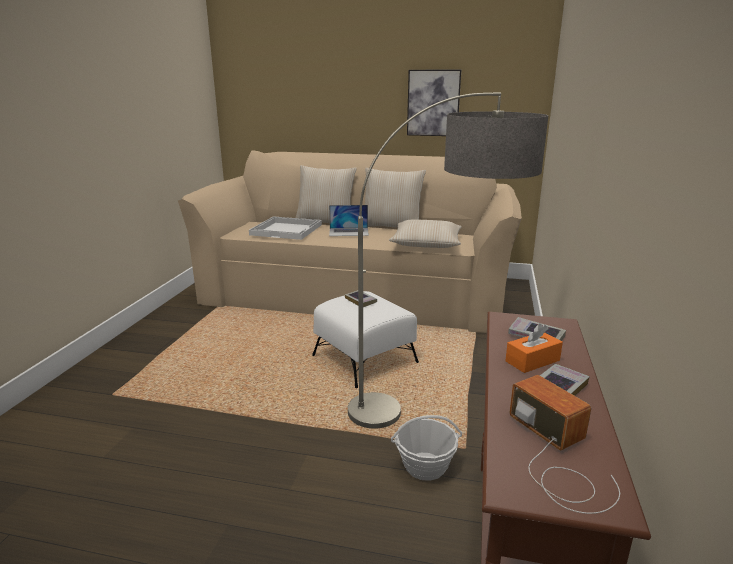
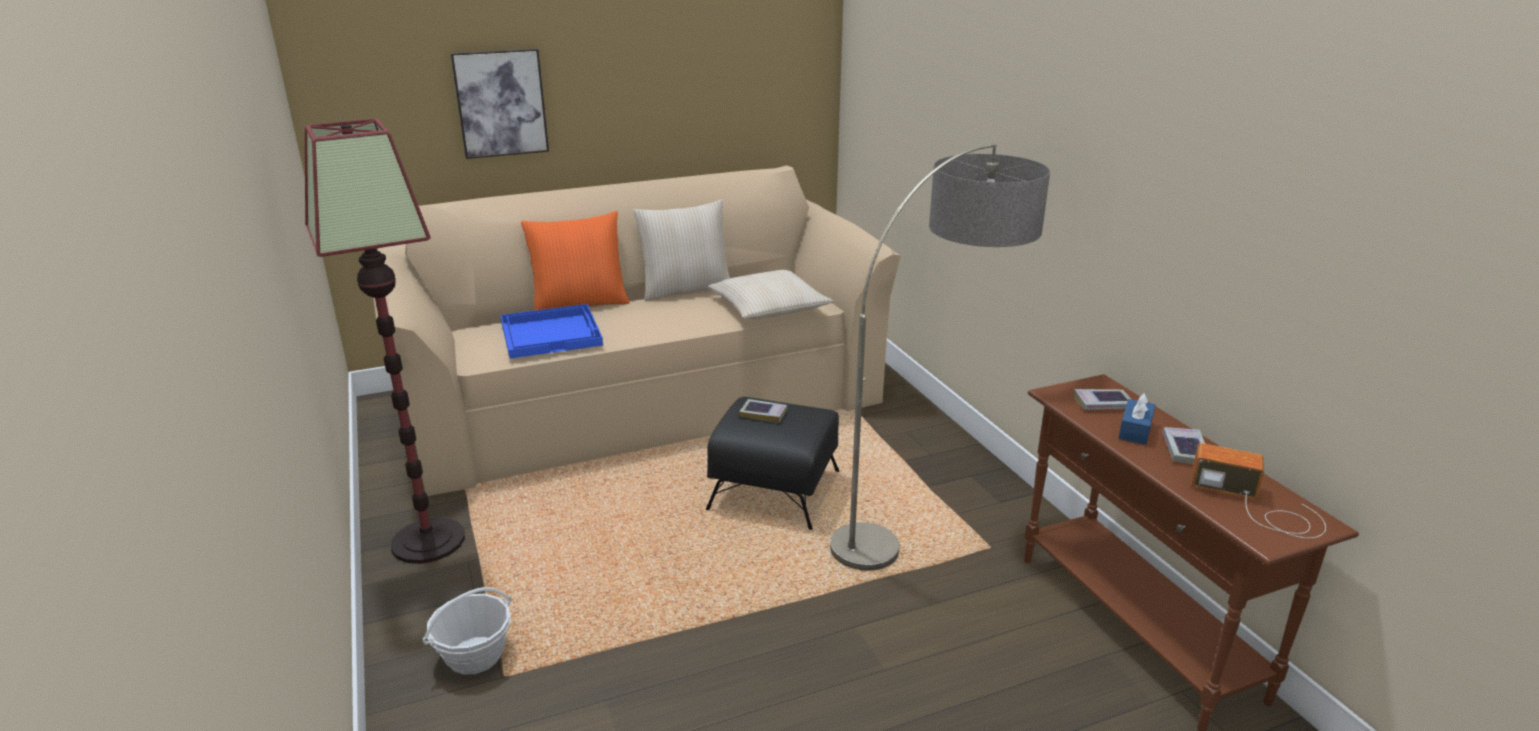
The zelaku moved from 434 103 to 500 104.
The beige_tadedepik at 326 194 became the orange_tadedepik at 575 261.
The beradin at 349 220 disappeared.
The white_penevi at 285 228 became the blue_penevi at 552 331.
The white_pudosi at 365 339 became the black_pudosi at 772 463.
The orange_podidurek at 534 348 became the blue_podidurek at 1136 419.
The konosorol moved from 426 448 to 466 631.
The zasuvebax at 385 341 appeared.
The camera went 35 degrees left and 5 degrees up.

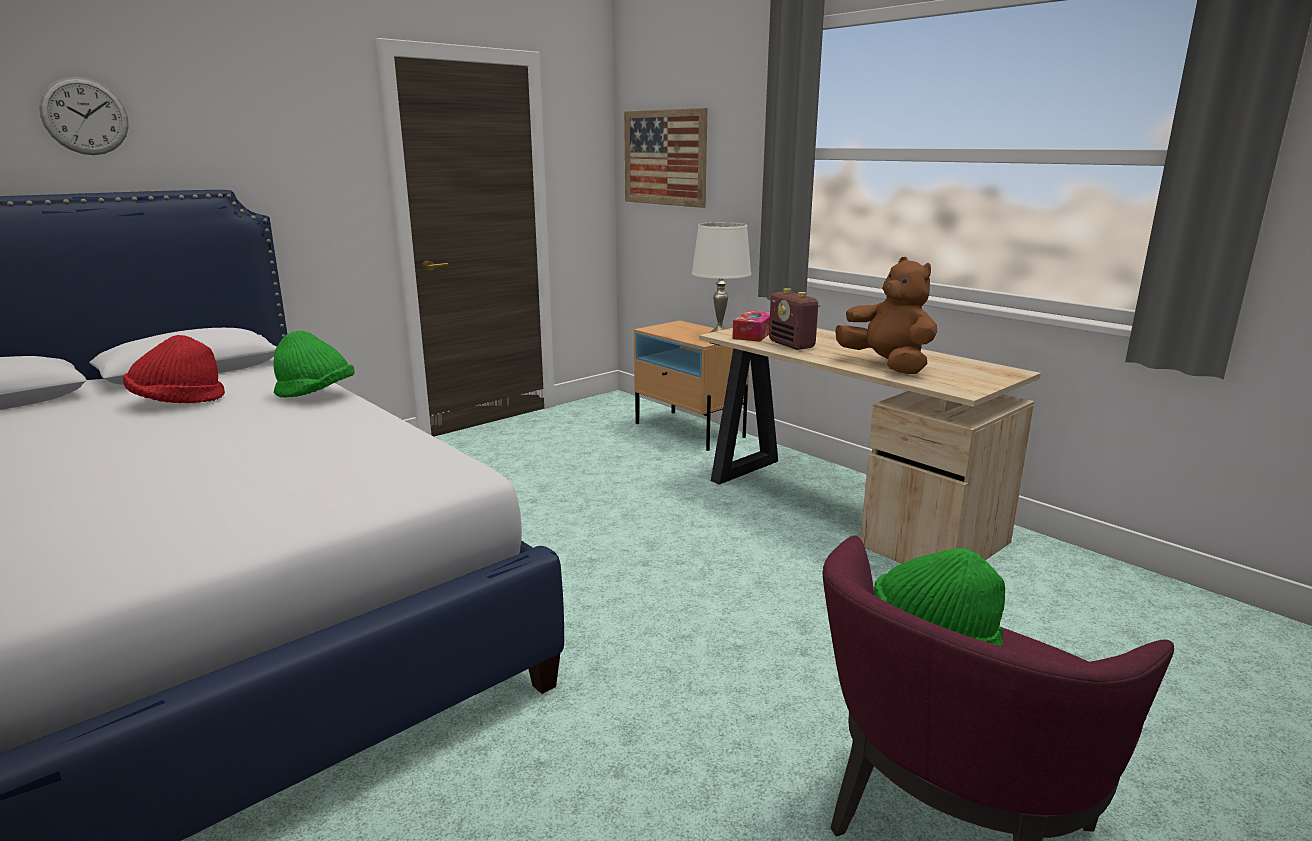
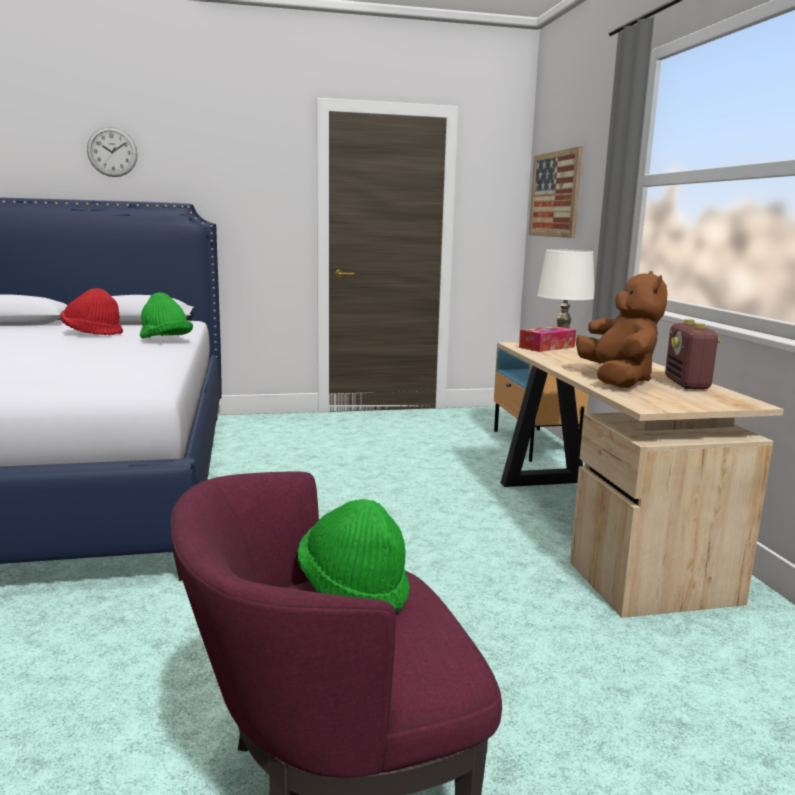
The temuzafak moved from 794 319 to 693 354.
The camera went 30 degrees right and 5 degrees down.

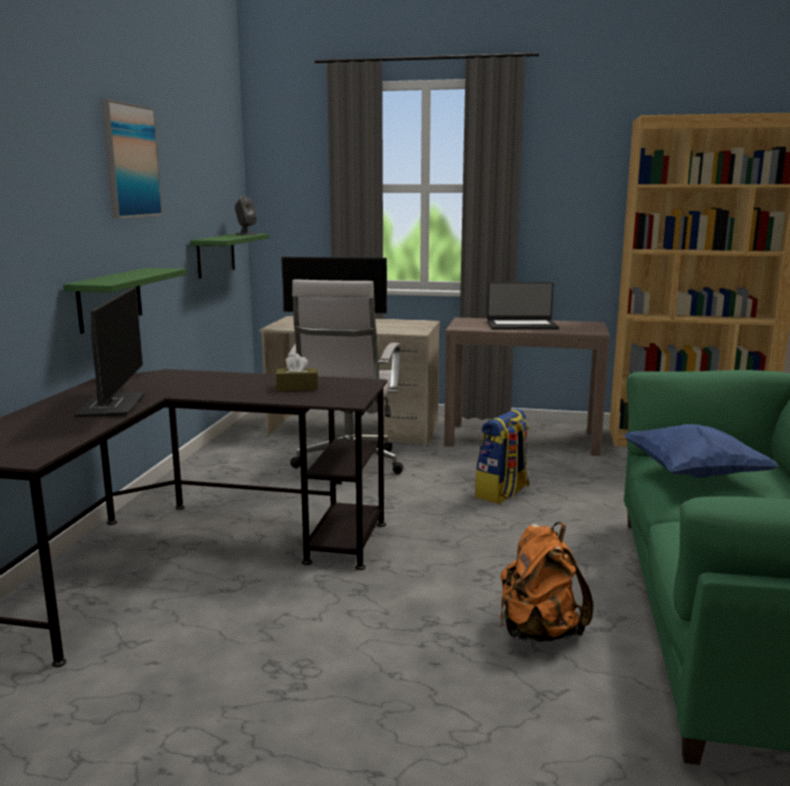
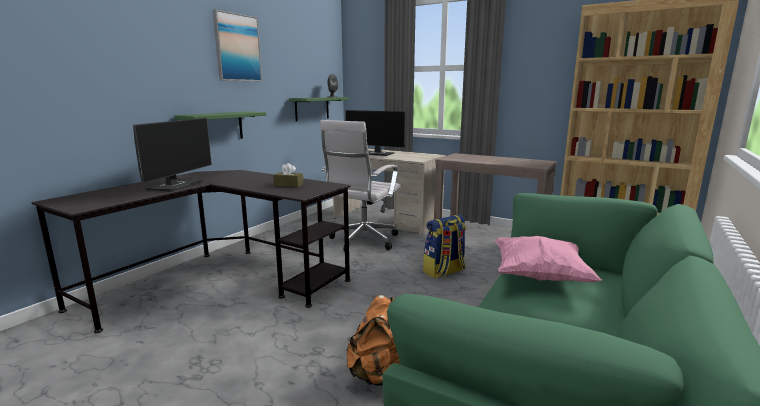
The beradin at 523 306 disappeared.
The blue_tadedepik at 701 451 became the pink_tadedepik at 548 259.
The camera went 20 degrees right and 0 degrees up.

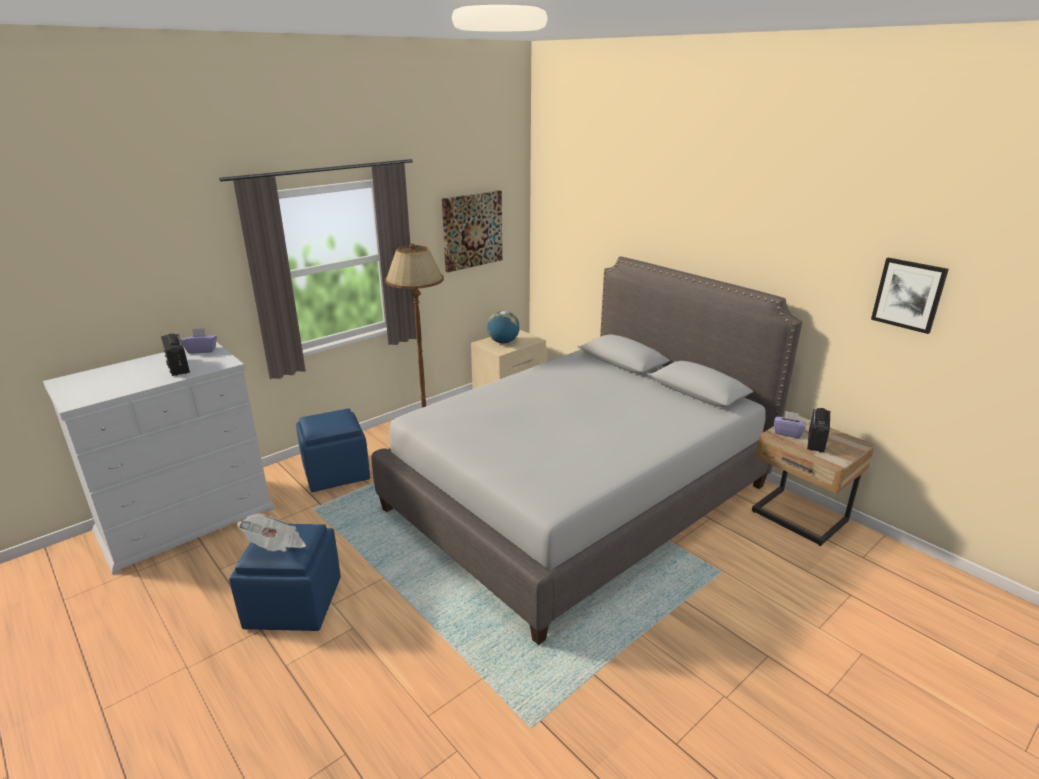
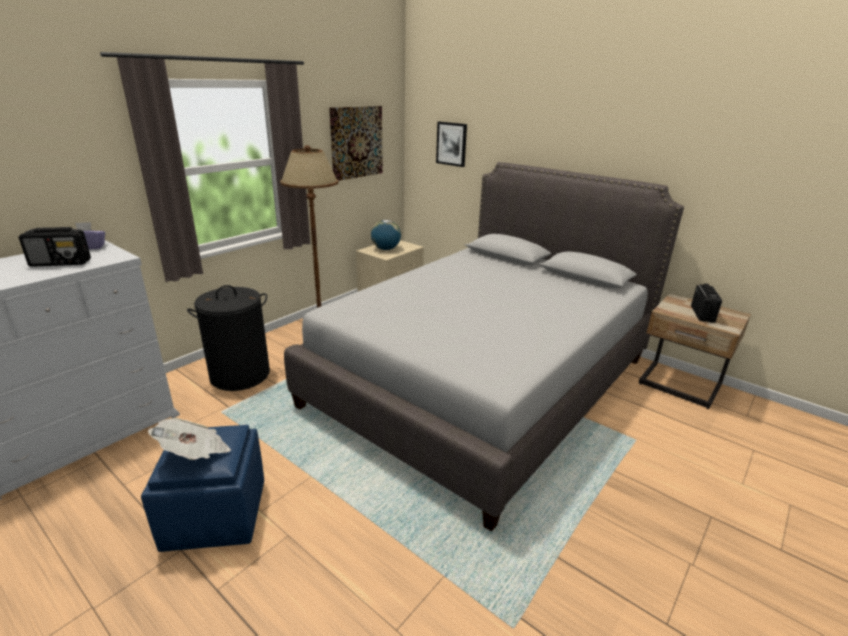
The zelaku moved from 910 296 to 451 144.
The temuzafak at 175 354 turned 60 degrees counterclockwise.
The blue_pudosi at 333 450 was replaced by the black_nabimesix at 228 338.
The purple_podidurek at 790 424 disappeared.
The camera went 10 degrees left and 0 degrees up.

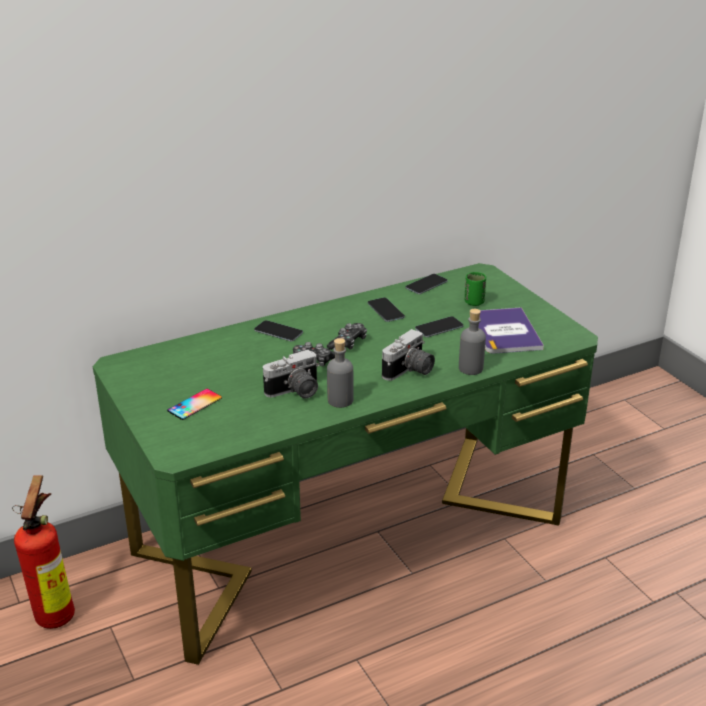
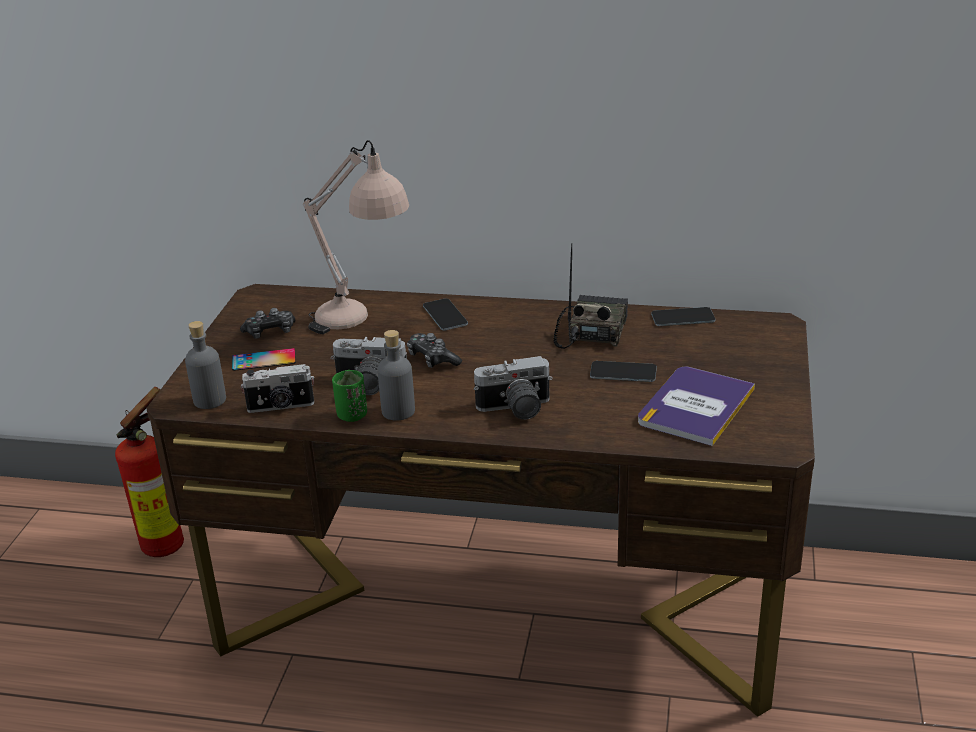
The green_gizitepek at 345 464 became the brown_gizitepek at 480 500.
The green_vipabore moved from 475 289 to 349 396.
The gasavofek at 386 310 was replaced by the temuzafak at 590 296.
The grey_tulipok moved from 472 342 to 205 365.
The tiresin moved from 347 336 to 267 323.
The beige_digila at 356 237 appeared.
The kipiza at 277 388 appeared.
The camera went 40 degrees right and 0 degrees up.

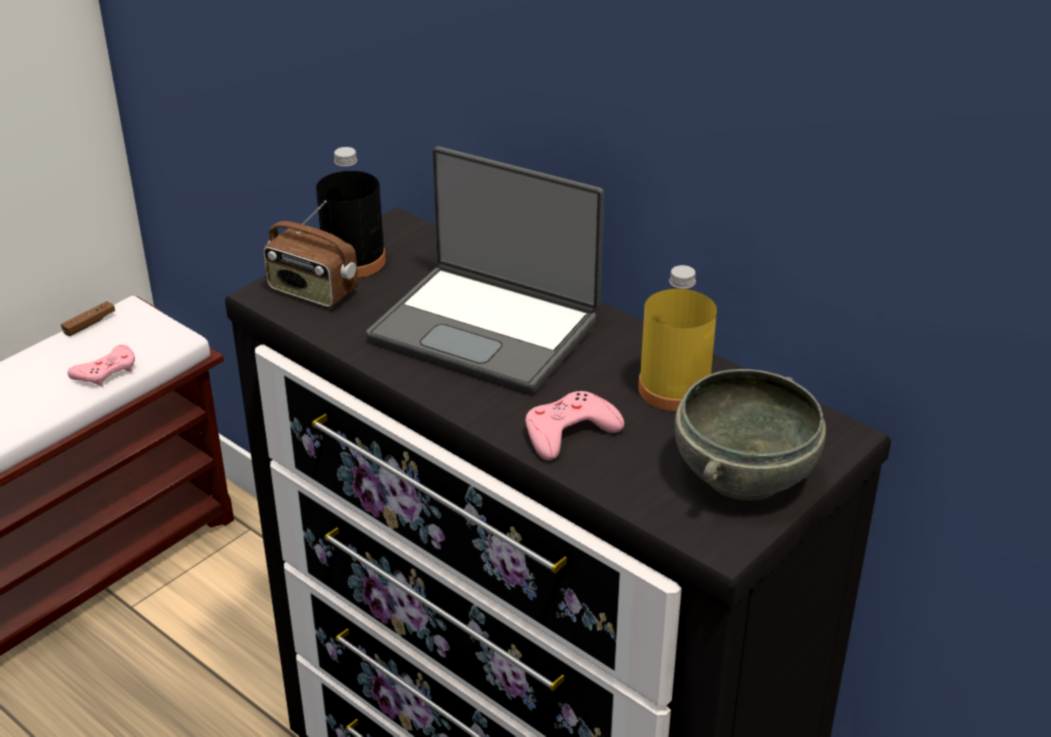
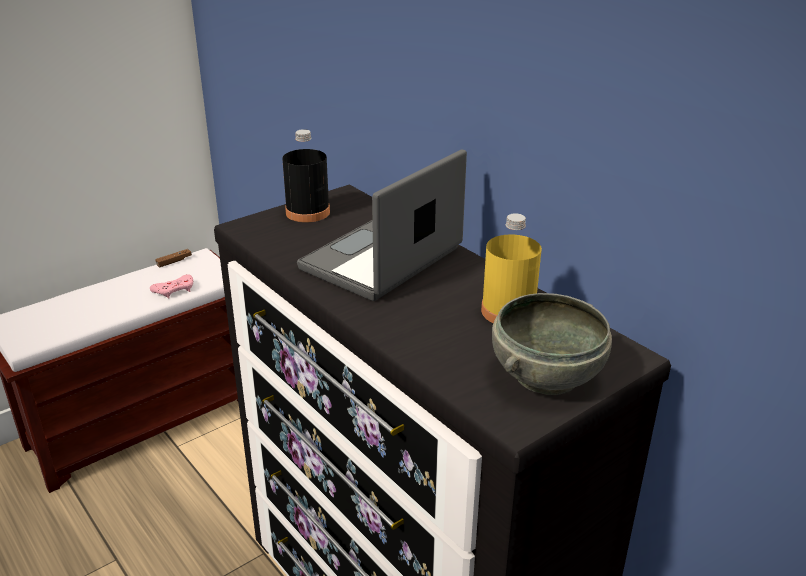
The beradin at 485 269 turned 90 degrees clockwise.
The temuzafak at 310 254 disappeared.
The pink_tiresin at 575 425 disappeared.
The camera went 10 degrees right and 5 degrees down.

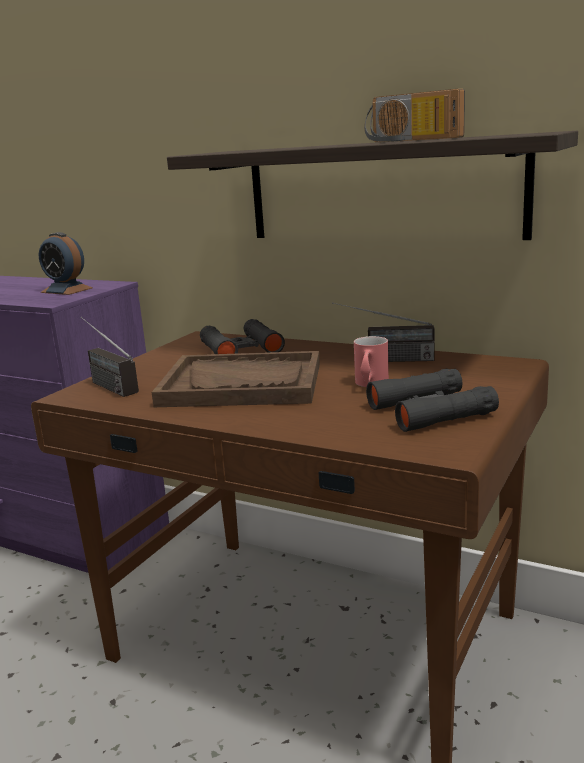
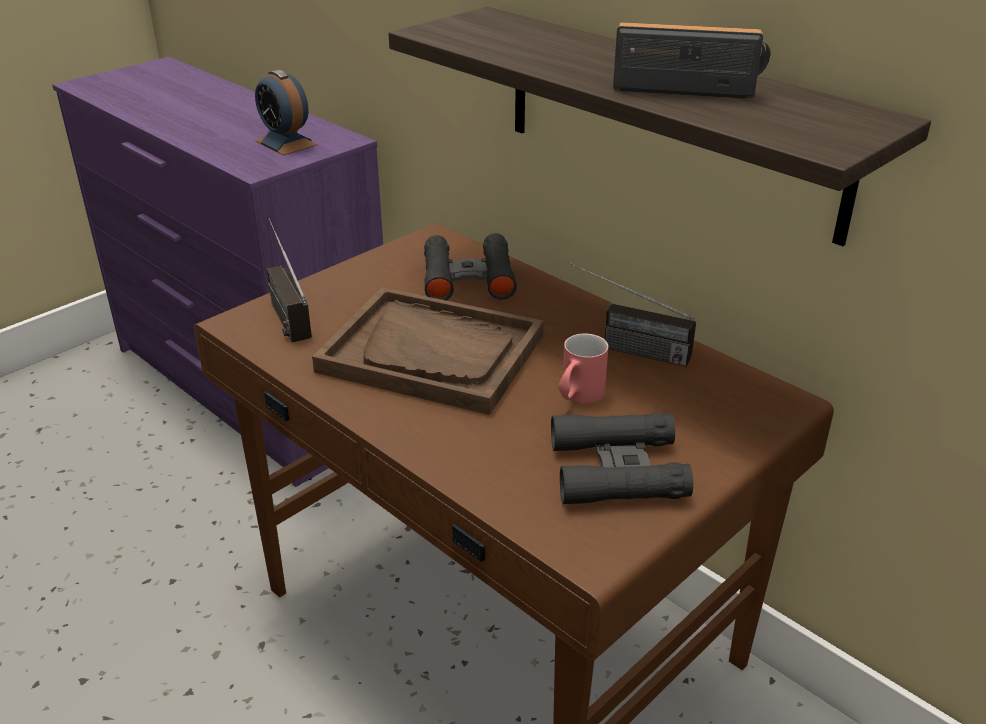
The temuzafak at 414 115 turned 135 degrees clockwise.
The camera went 15 degrees right and 15 degrees up.

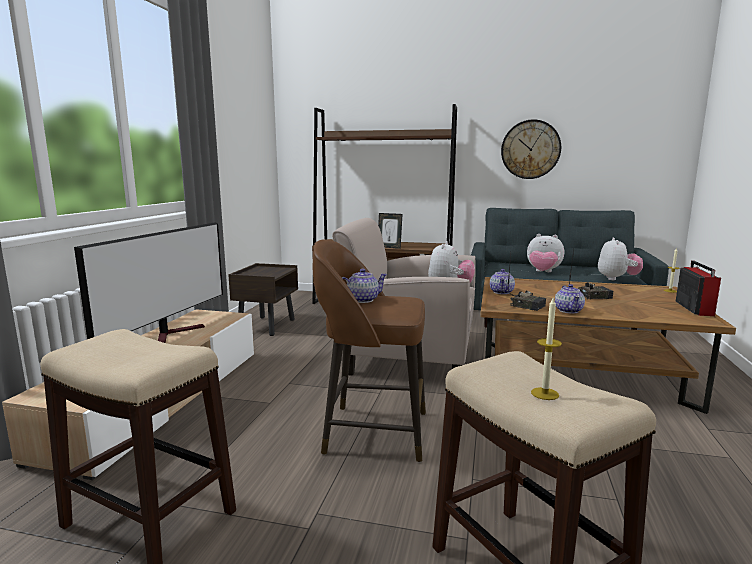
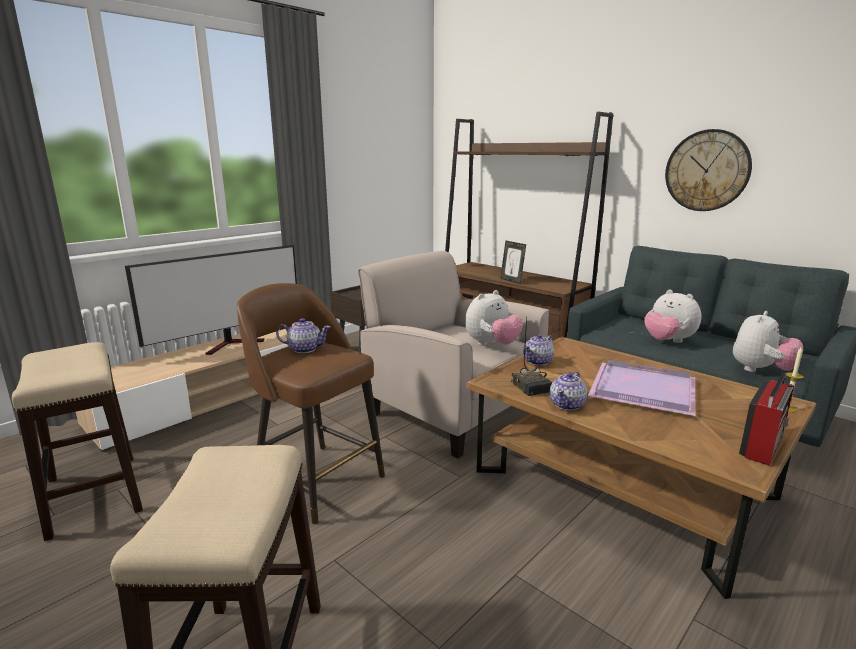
The temuzafak at 591 274 was replaced by the purple_penevi at 641 388.
The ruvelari at 546 349 disappeared.
The camera went 30 degrees right and 5 degrees up.

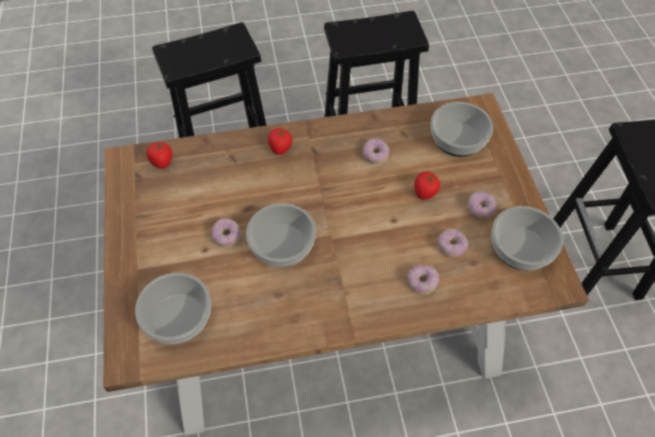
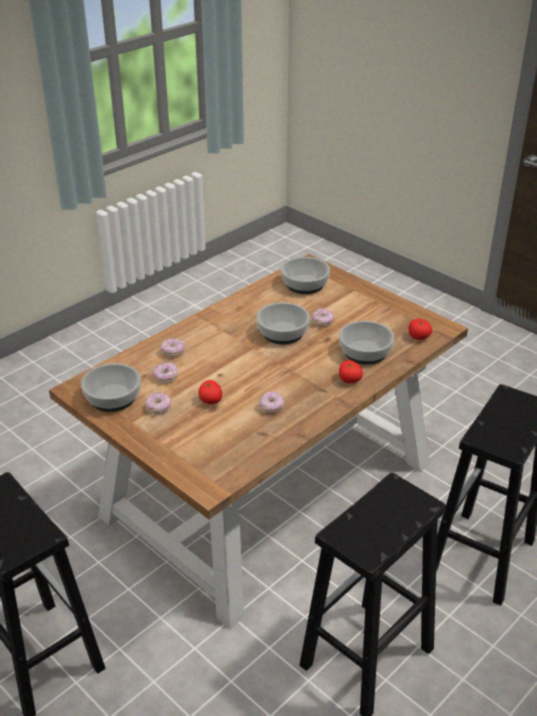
The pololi moved from 462 129 to 366 343.
The camera went 145 degrees right and 20 degrees down.

